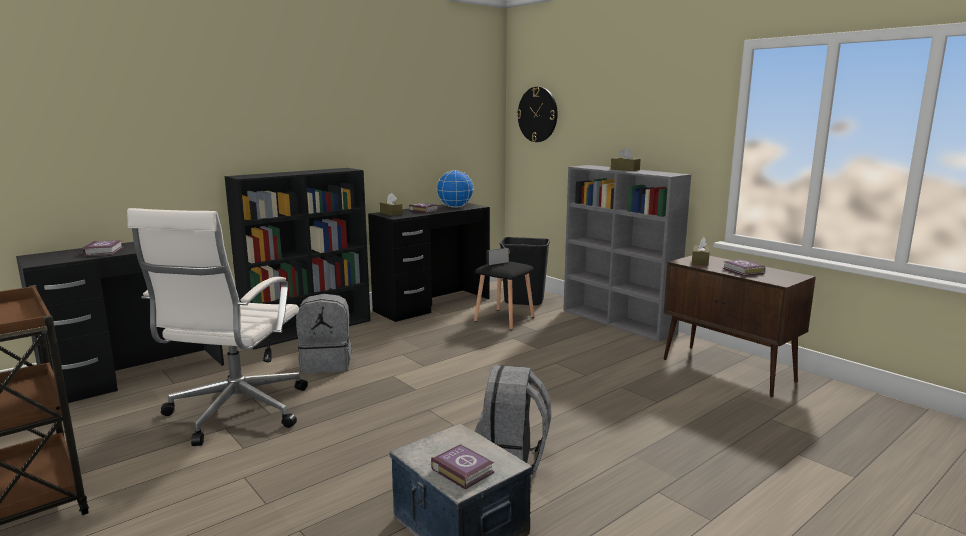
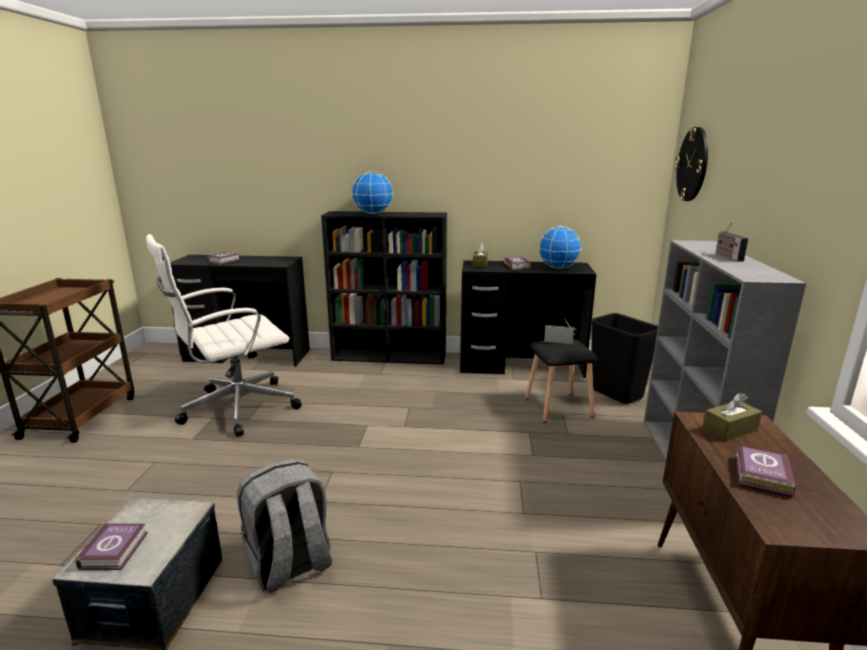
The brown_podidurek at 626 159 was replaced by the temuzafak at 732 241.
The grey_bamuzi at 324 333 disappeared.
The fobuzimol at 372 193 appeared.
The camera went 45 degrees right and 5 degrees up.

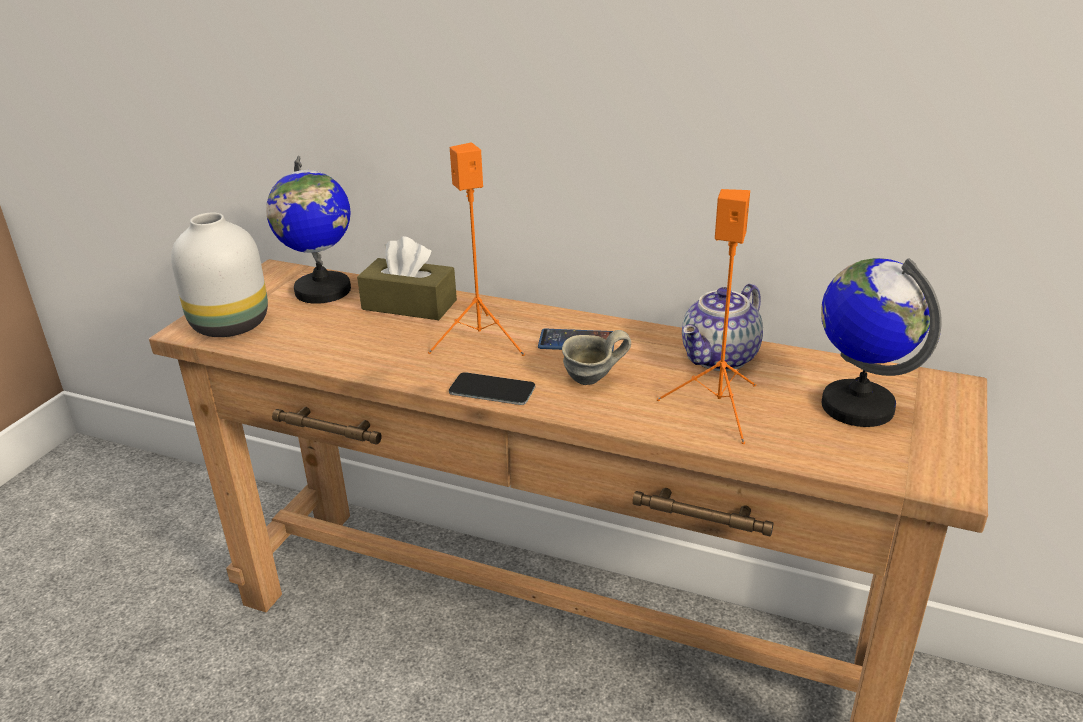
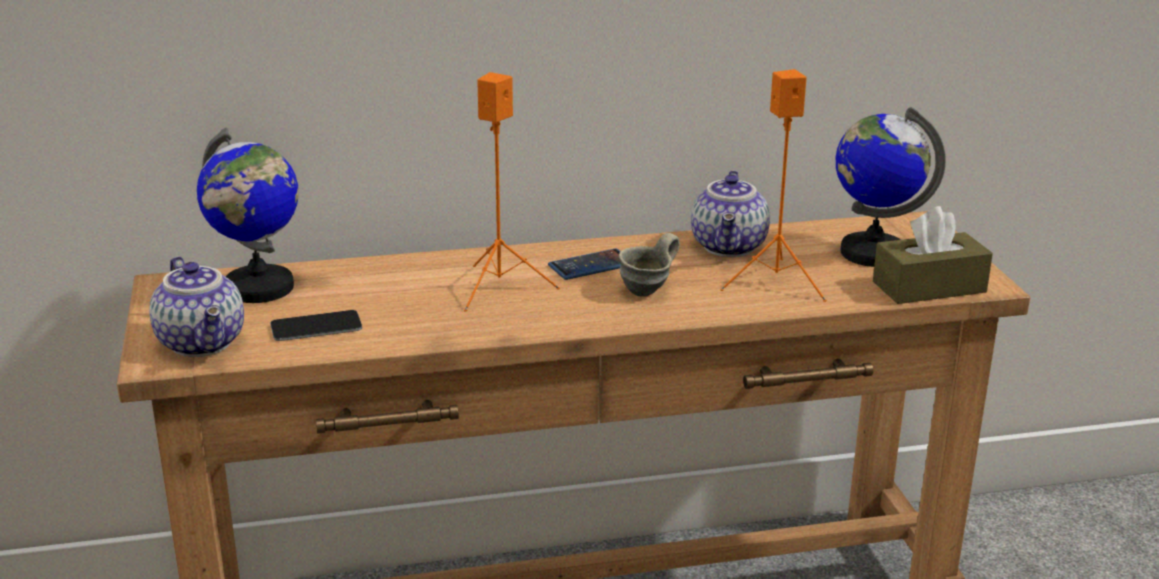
The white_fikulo at 219 275 was replaced by the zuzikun at 196 306.
The brown_podidurek moved from 407 278 to 933 255.
The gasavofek moved from 492 388 to 316 325.
The camera went 35 degrees left and 5 degrees down.

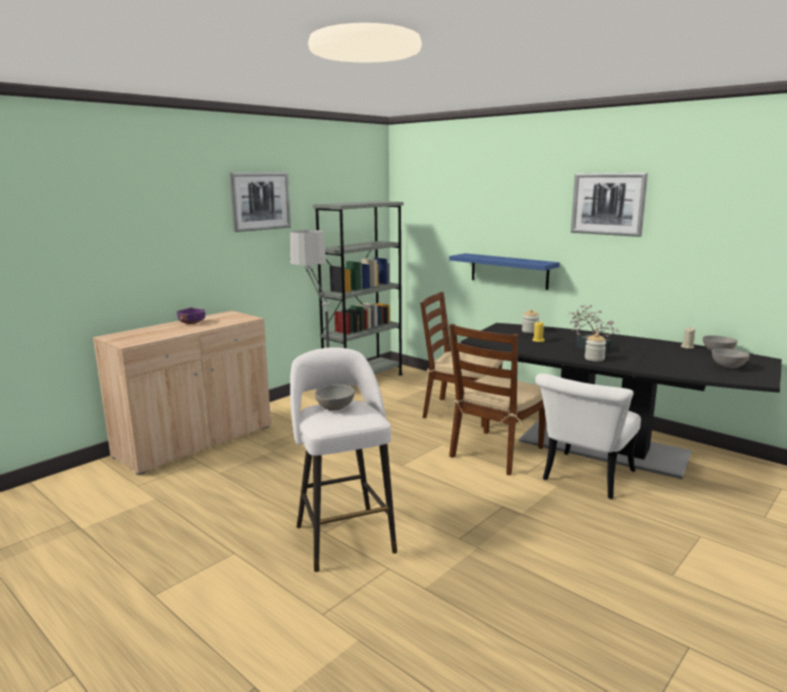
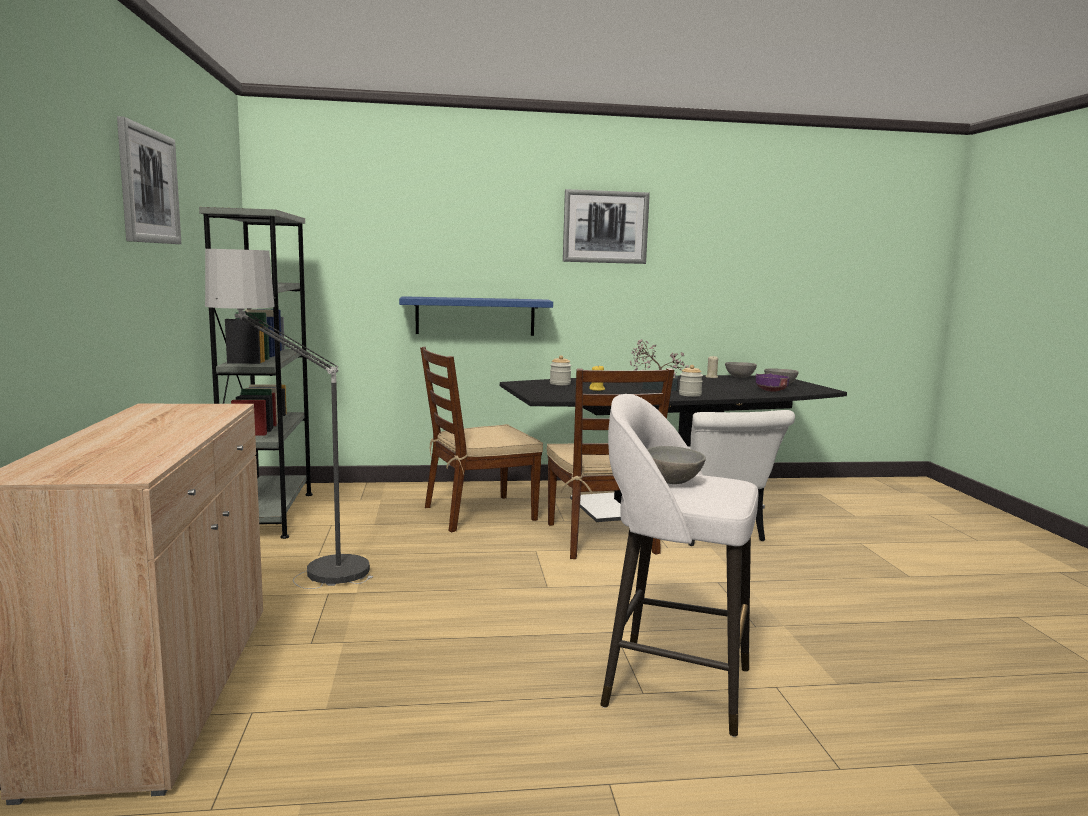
The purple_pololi moved from 191 315 to 772 382.
The camera went 50 degrees left and 5 degrees down.

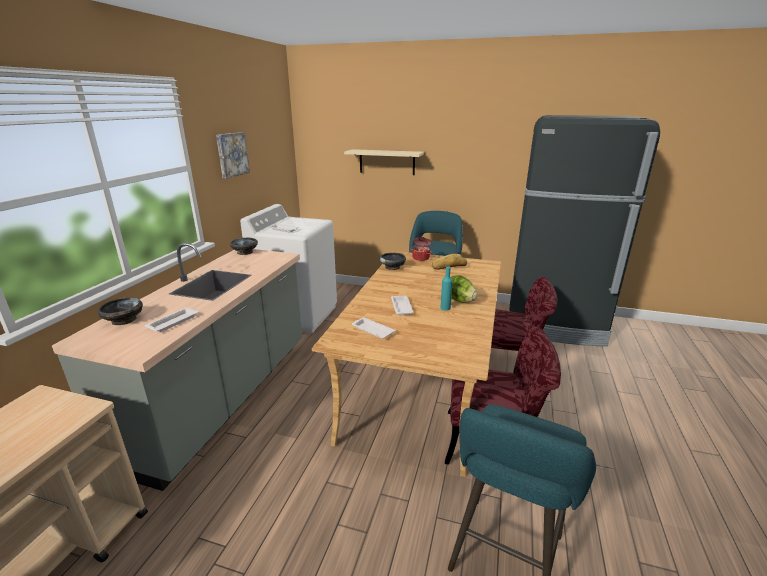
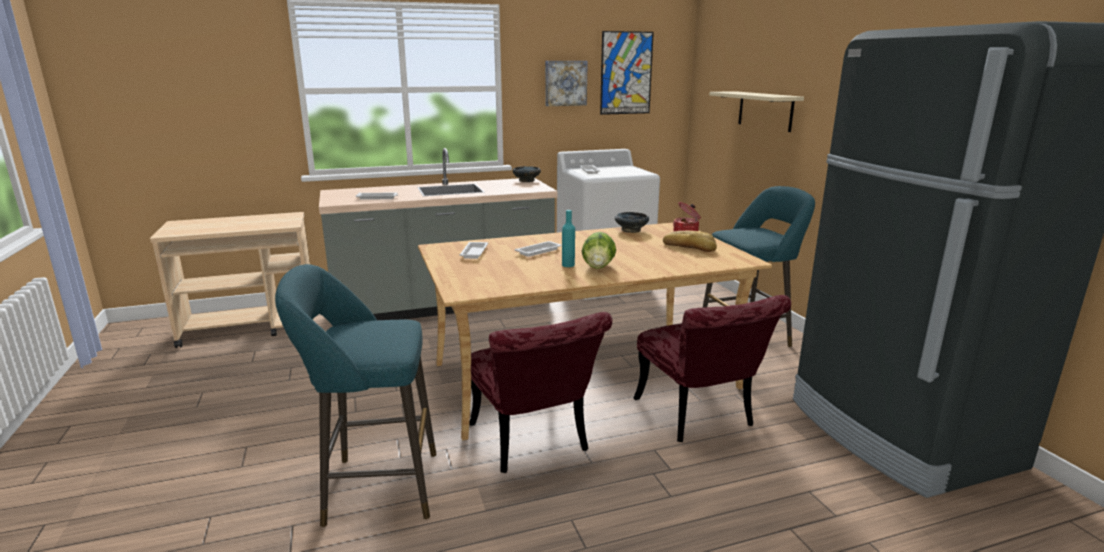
The black_pololi at 120 311 disappeared.
The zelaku at 627 73 appeared.
The camera went 55 degrees right and 5 degrees down.

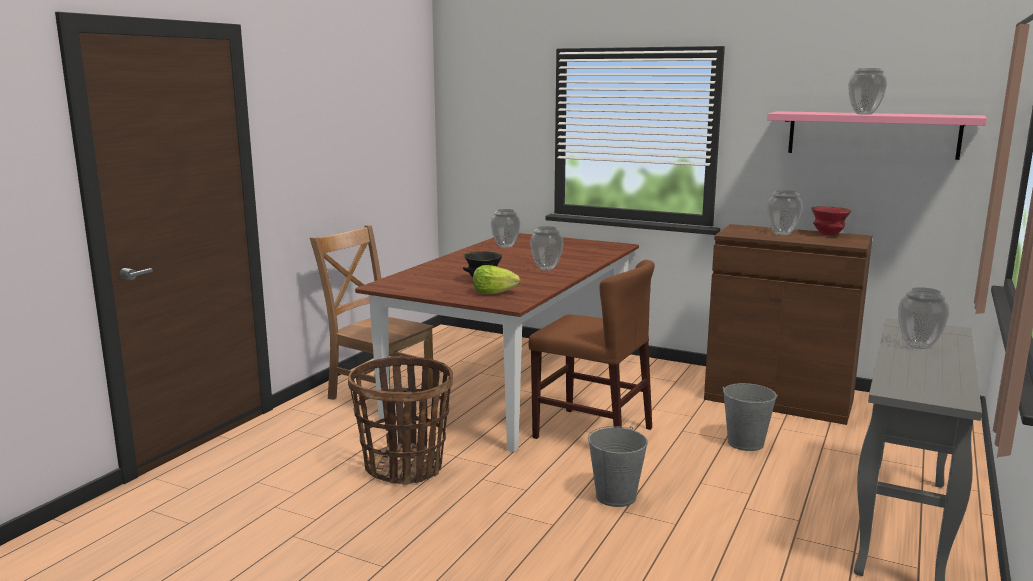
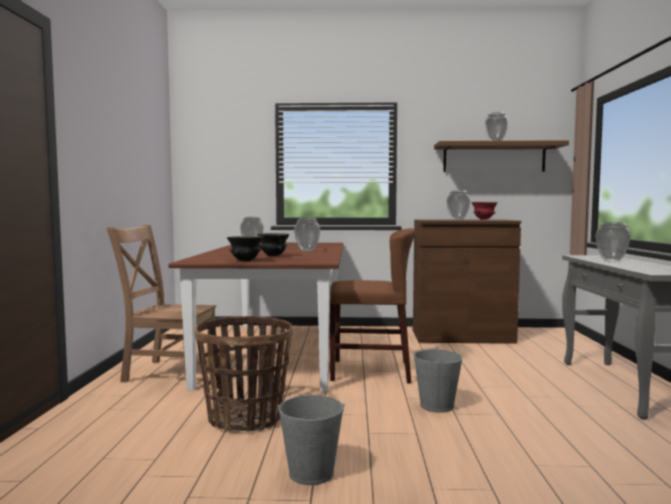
The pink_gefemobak at 877 135 became the brown_gefemobak at 501 156.
The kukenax at 496 279 disappeared.
The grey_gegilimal moved from 750 417 to 311 440.
The black_pololi at 245 249 appeared.
The camera went 25 degrees left and 10 degrees down.

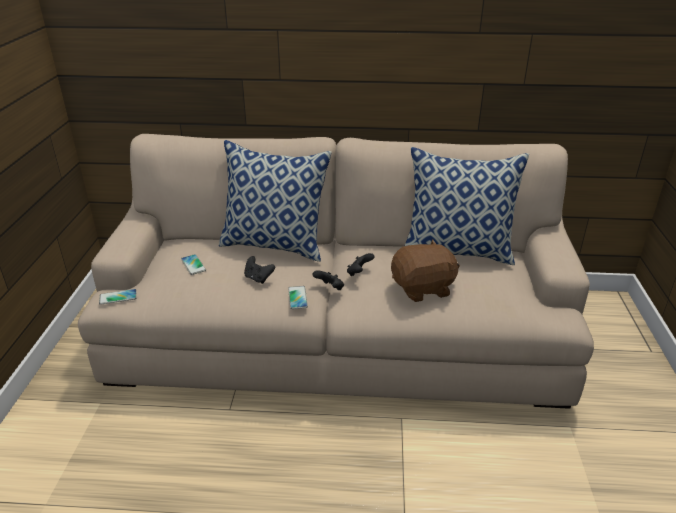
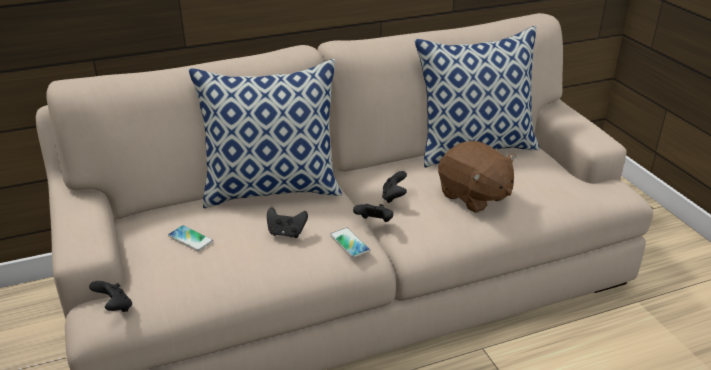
The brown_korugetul at 425 271 turned 90 degrees clockwise.
The gasavofek at 118 297 was replaced by the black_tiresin at 110 296.
The camera went 25 degrees left and 0 degrees up.

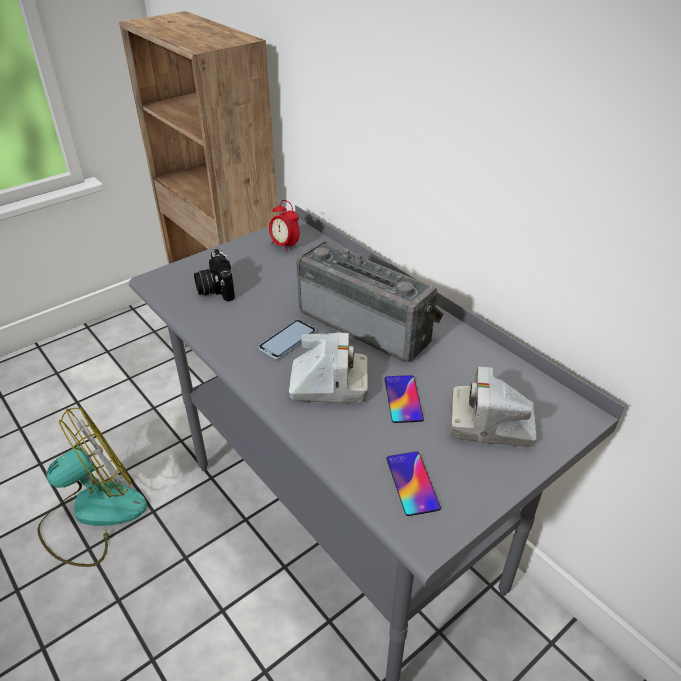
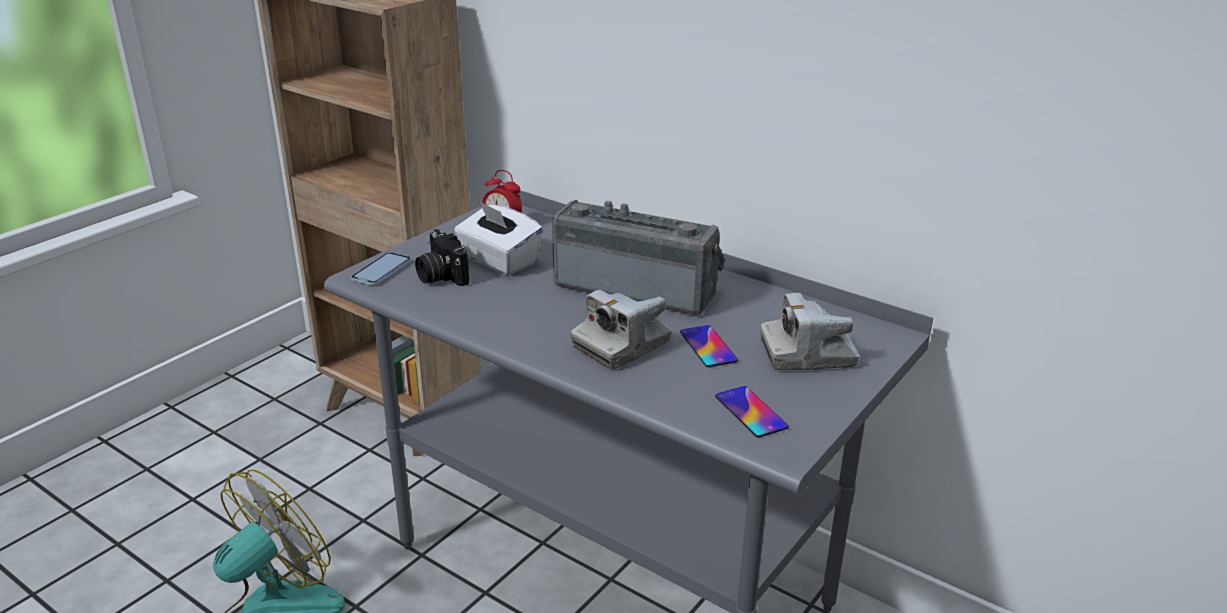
The gasavofek moved from 287 339 to 381 268.
The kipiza at 328 367 turned 150 degrees clockwise.
The white_podidurek at 498 238 appeared.
The camera went 15 degrees left and 10 degrees down.

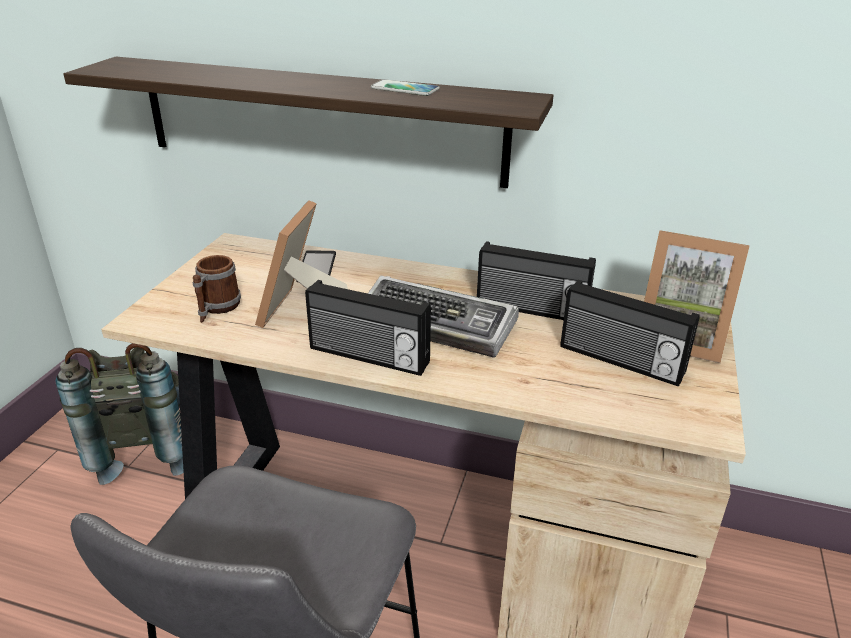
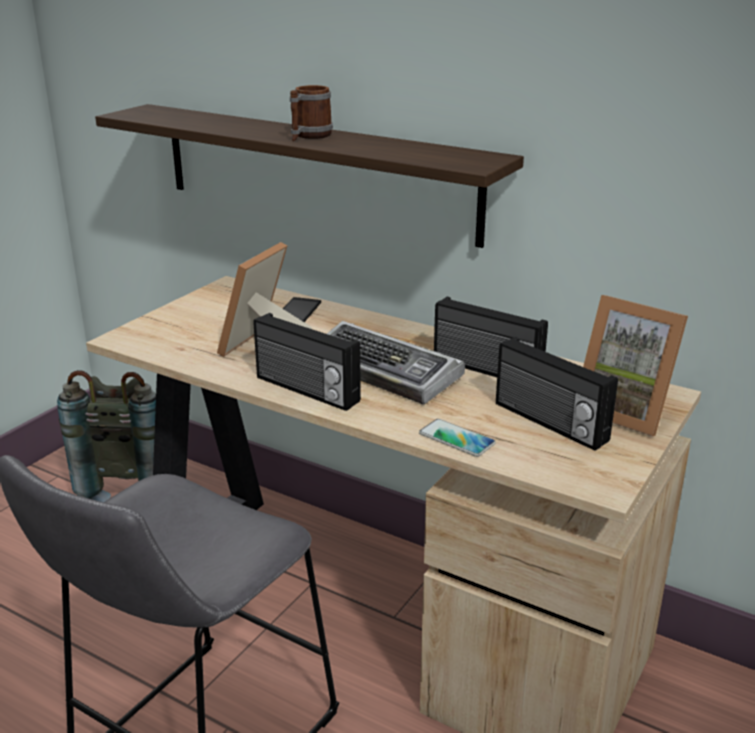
The gasavofek moved from 405 87 to 457 438.
The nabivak moved from 217 289 to 311 113.
The camera went 15 degrees right and 5 degrees down.

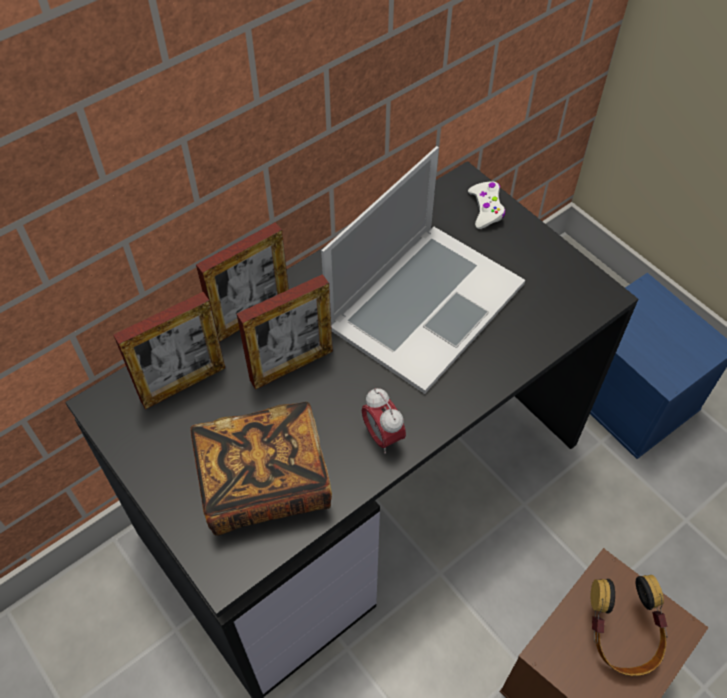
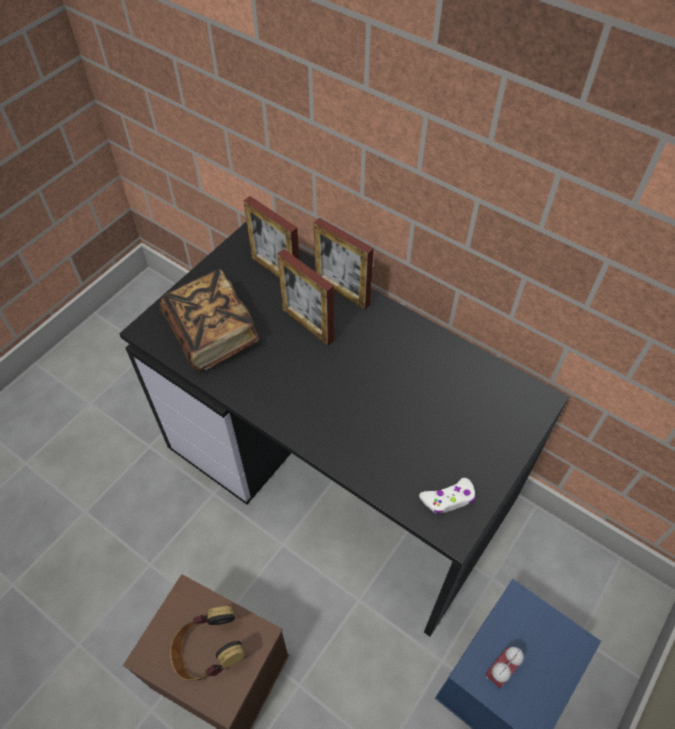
The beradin at 423 270 disappeared.
The white_tiresin moved from 486 205 to 447 496.
The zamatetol moved from 384 420 to 504 668.
The camera went 75 degrees right and 0 degrees up.

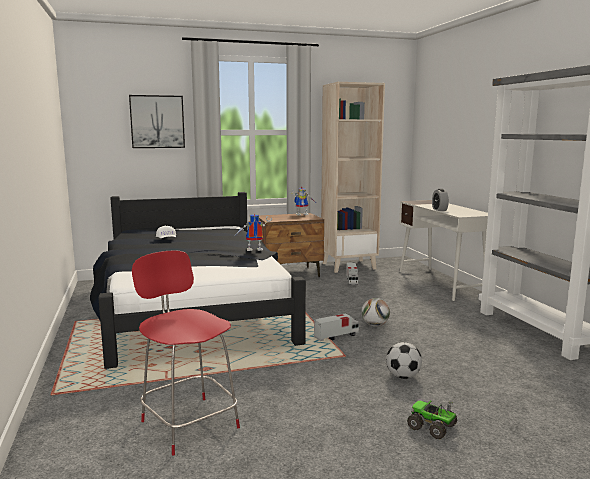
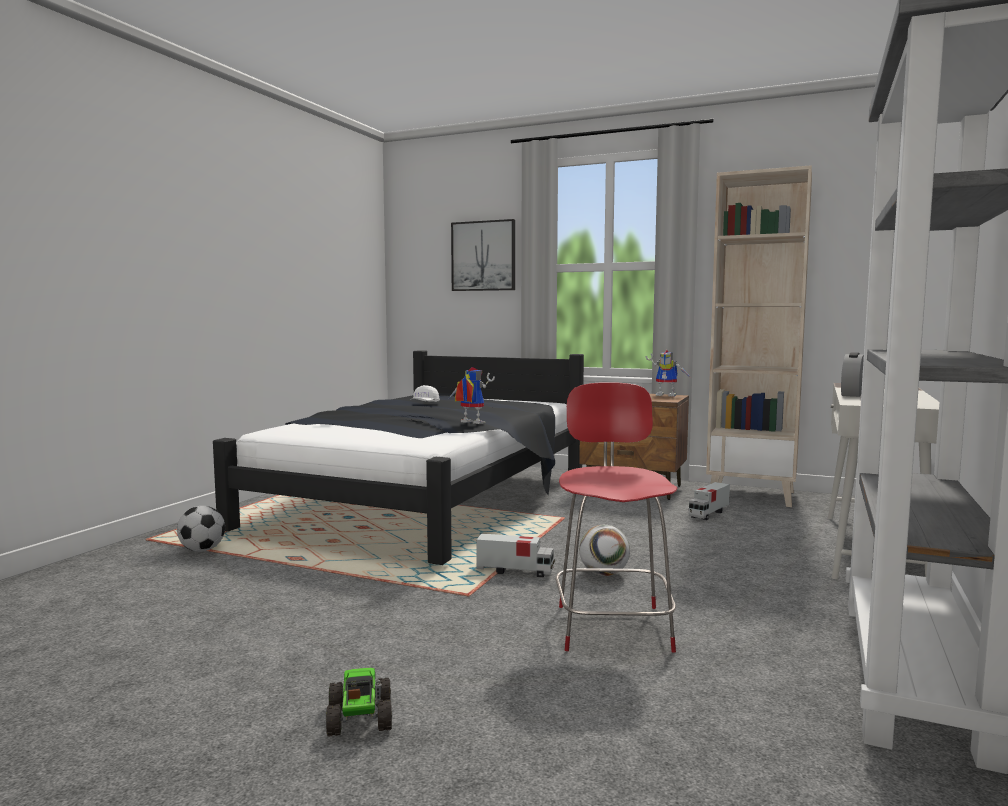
The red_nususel moved from 186 352 to 616 518.
The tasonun moved from 404 360 to 201 529.
The camera went 40 degrees right and 5 degrees down.

